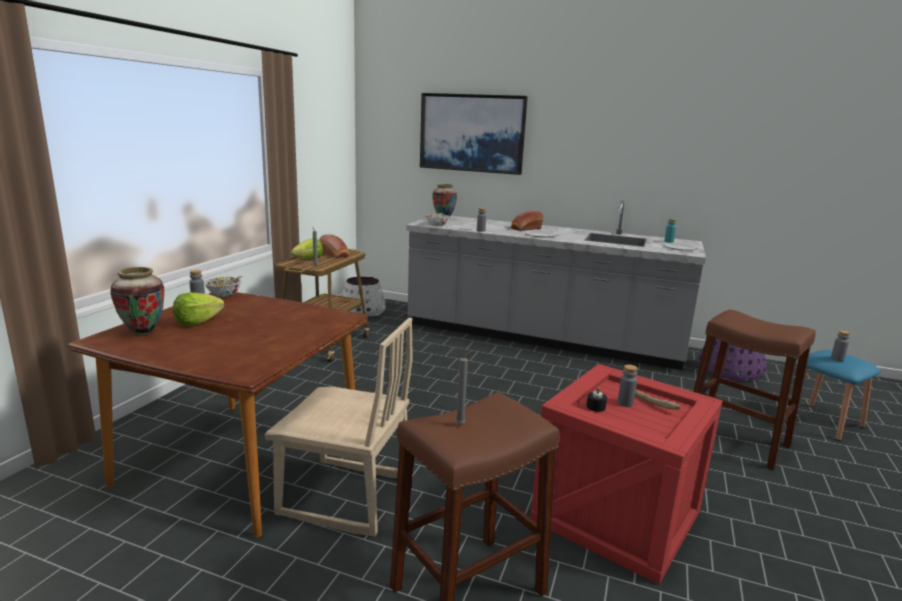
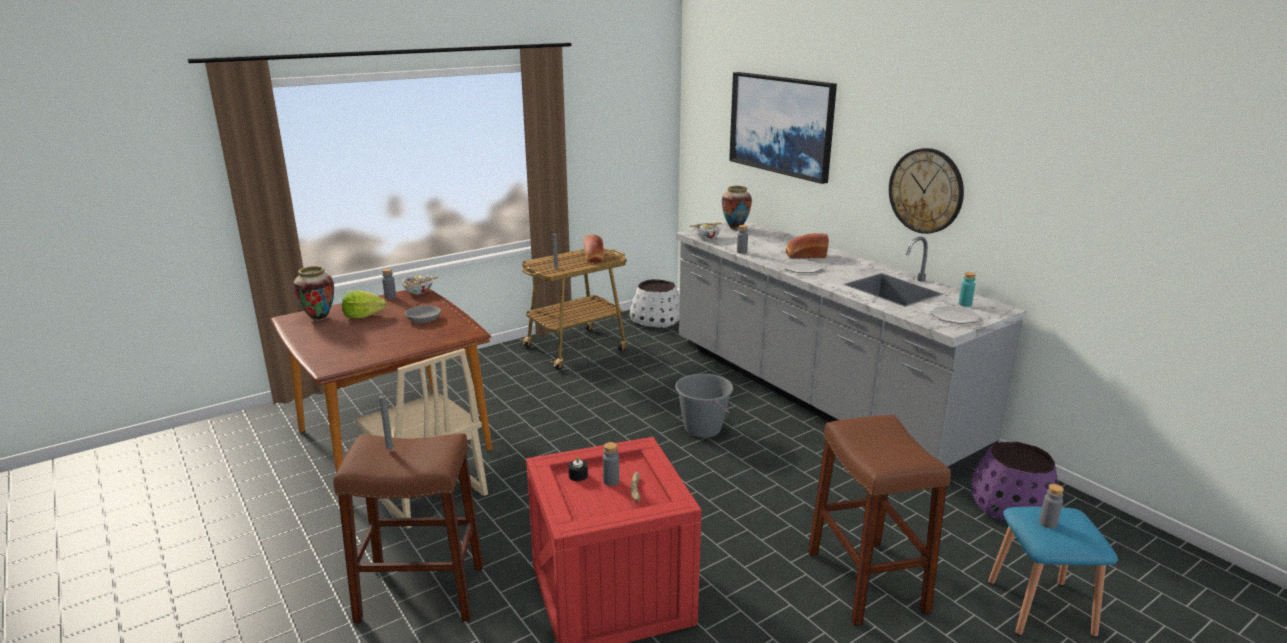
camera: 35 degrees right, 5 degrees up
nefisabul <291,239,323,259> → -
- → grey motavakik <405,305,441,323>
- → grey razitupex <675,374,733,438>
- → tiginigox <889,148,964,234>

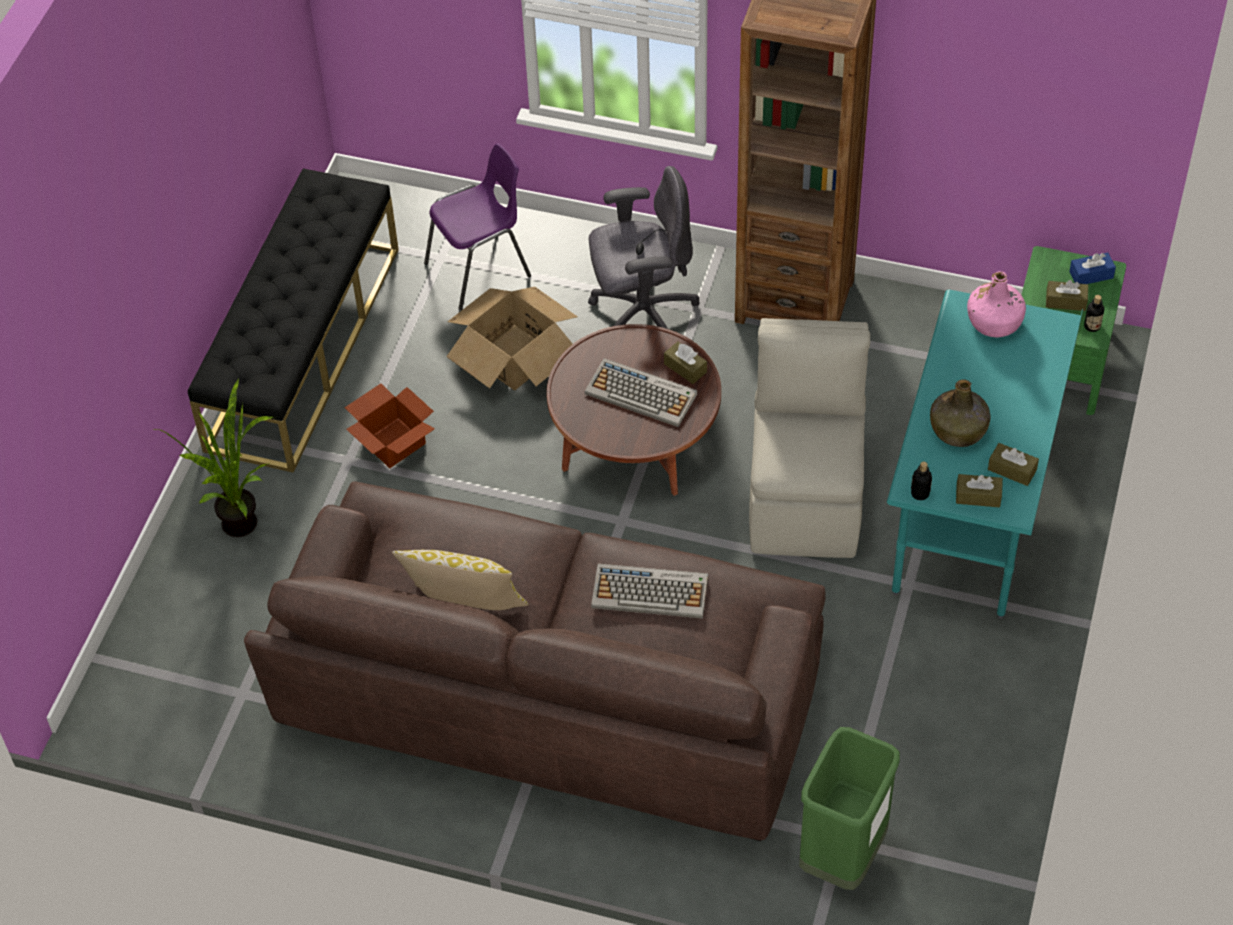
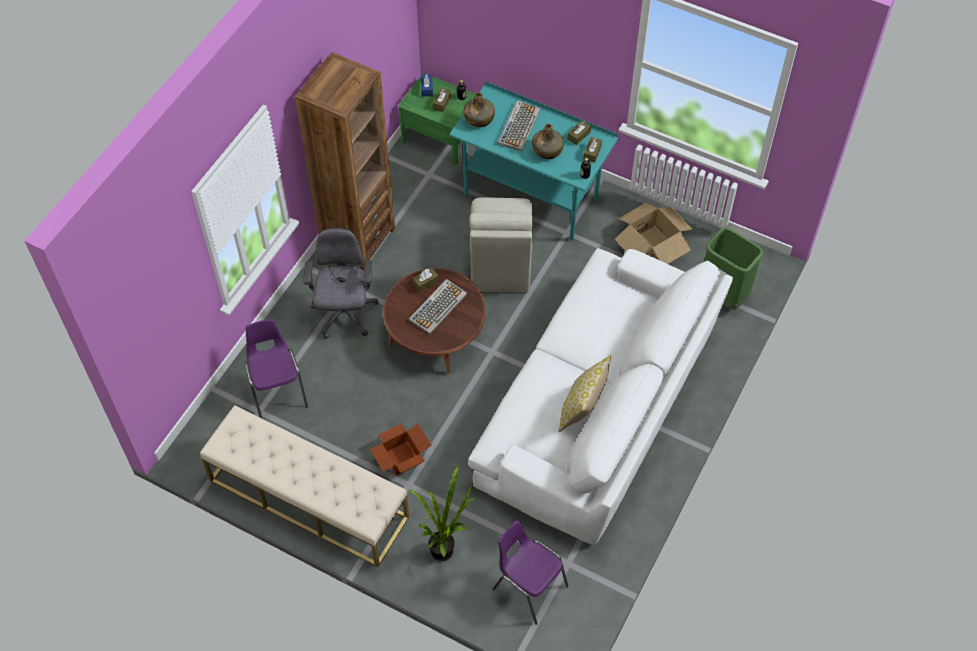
camera: 80 degrees left, 5 degrees up
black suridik <188,168,399,473> → beige suridik <200,405,410,567>
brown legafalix <244,481,826,841> → white legafalix <468,248,733,545>
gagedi <446,287,578,390> → gagedi <615,203,694,264>, shifted
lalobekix <591,564,708,618> → lalobekix <497,100,541,151>, shifted
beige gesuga <749,318,870,558> → beige gesuga <469,197,533,292>, 105 degrees counterclockwise
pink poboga <967,271,1026,337> → green poboga <463,92,495,127>
- → purple gesuga <493,520,569,625>

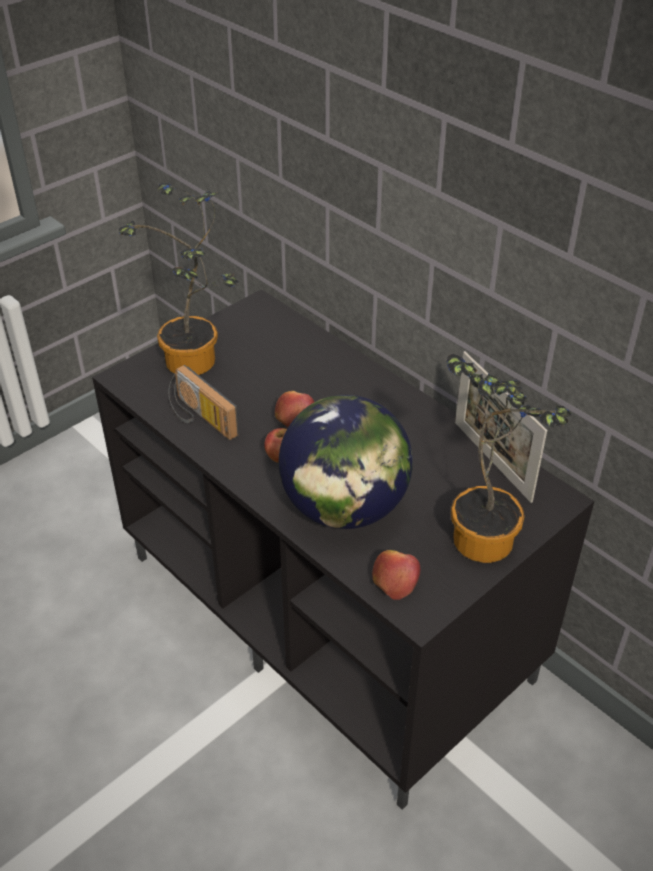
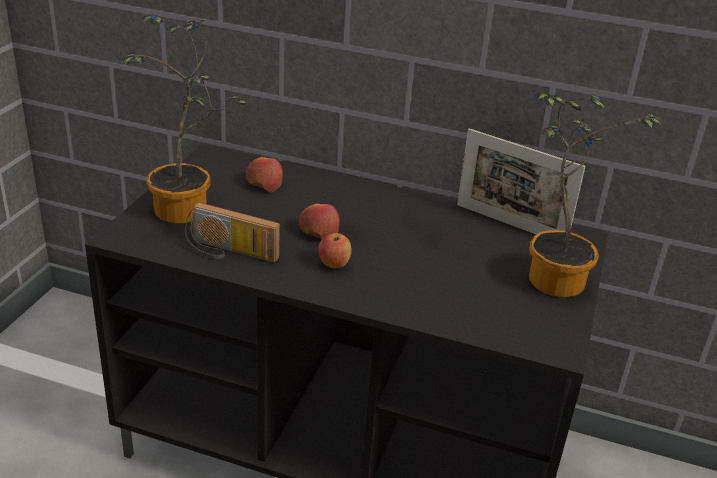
camera: 30 degrees left, 10 degrees down
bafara <279,395,413,529> → -
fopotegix <372,550,421,600> → fopotegix <246,157,283,193>, shifted

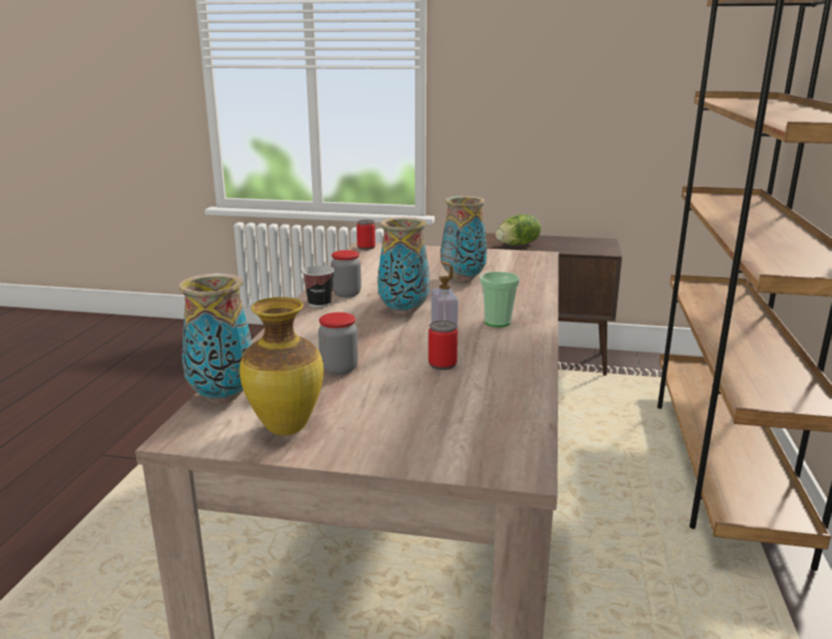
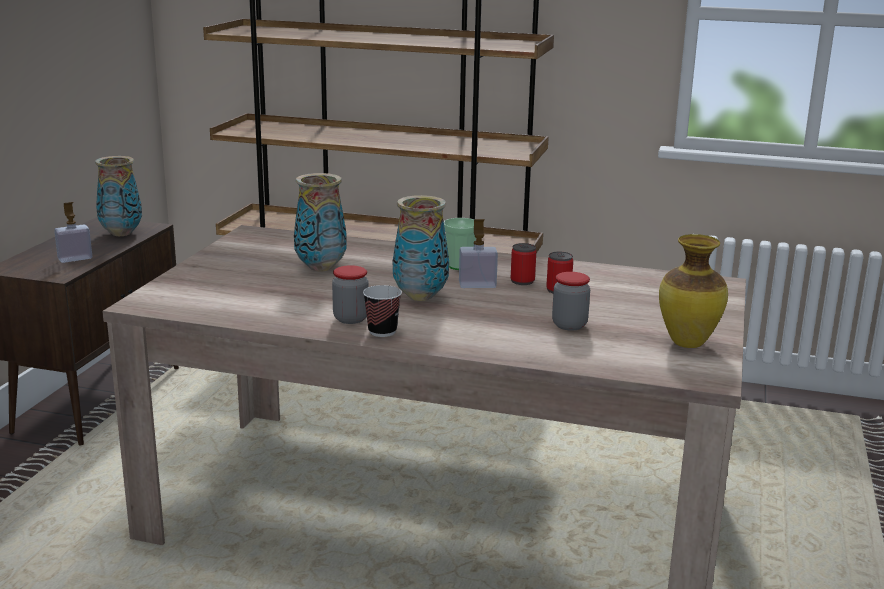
camera: 85 degrees left, 0 degrees up
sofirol <179,273,253,404> → sofirol <95,156,142,236>, shifted
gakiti <357,220,375,250> → gakiti <511,243,536,285>, shifted
nefisabul <496,214,541,245> → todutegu <54,202,92,263>

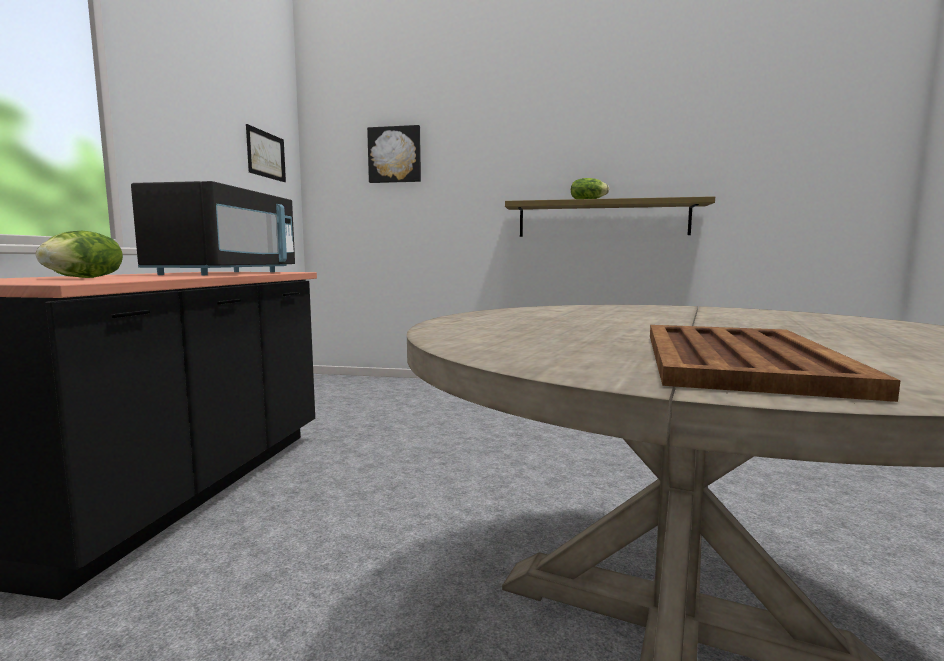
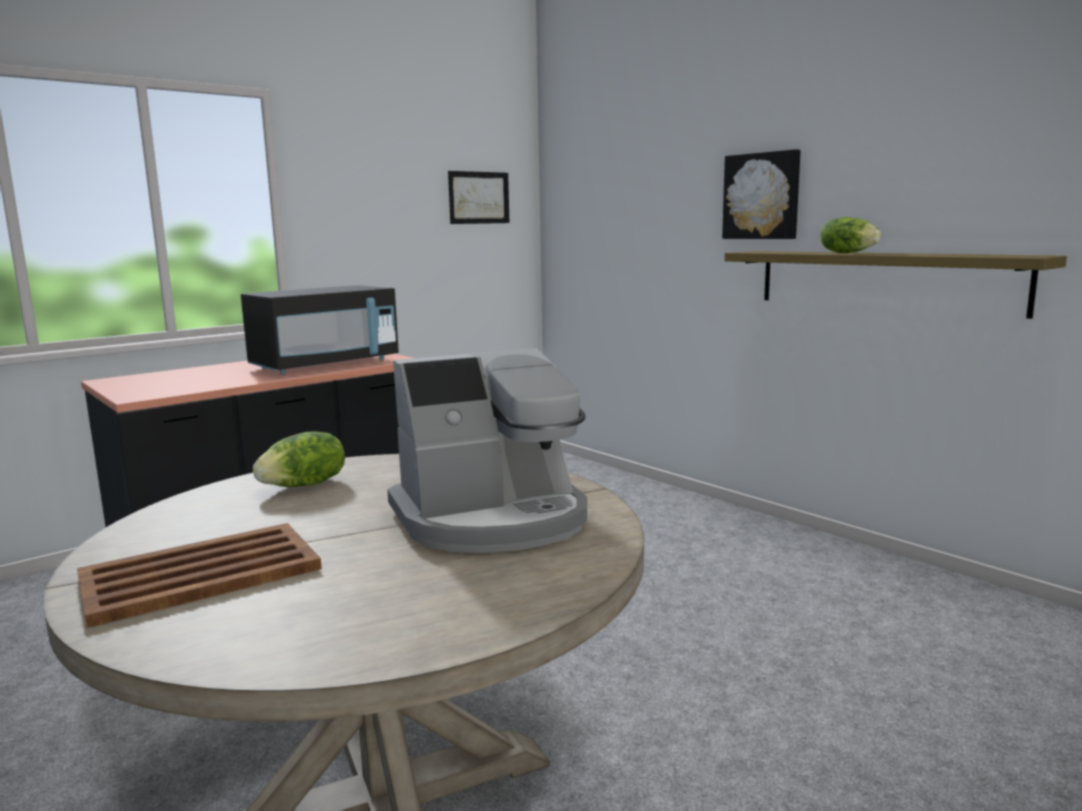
camera: 40 degrees right, 5 degrees up
nefisabul <36,231,123,278> → nefisabul <253,431,345,487>, shifted
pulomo <367,125,421,183> → pulomo <722,149,801,239>, shifted
- → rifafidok <387,348,587,553>

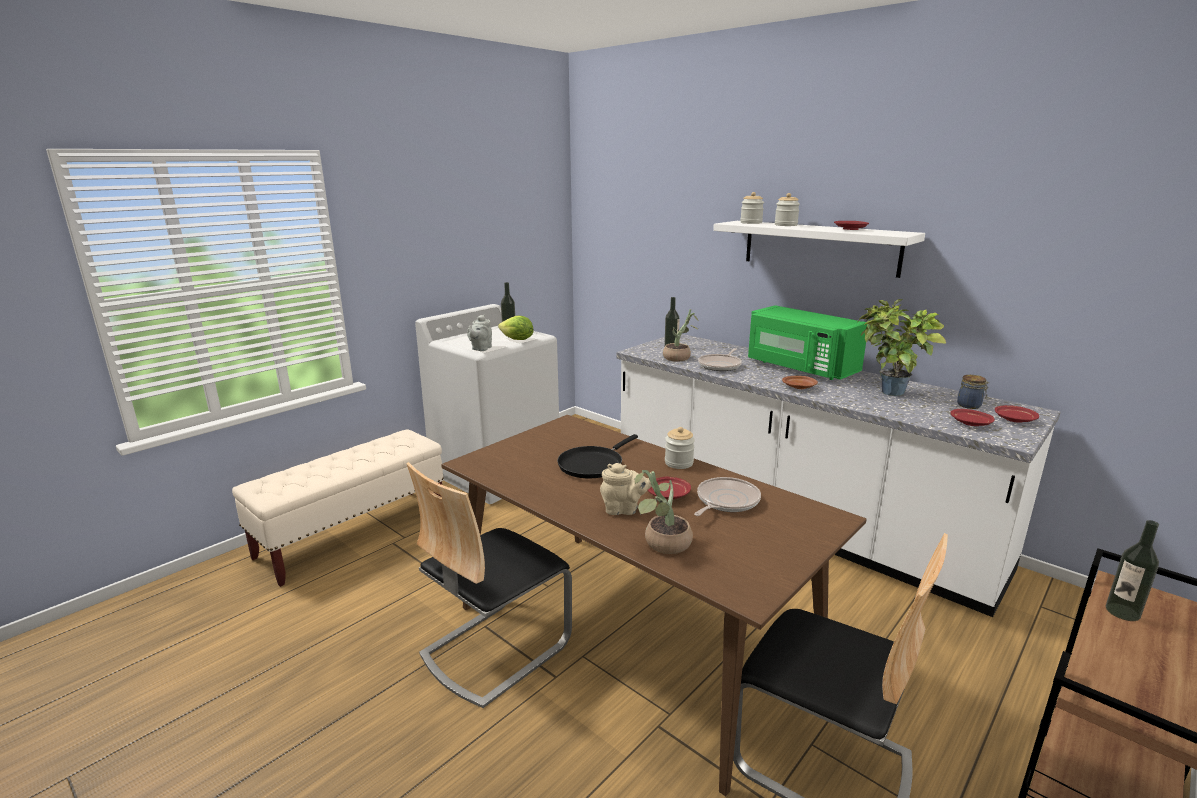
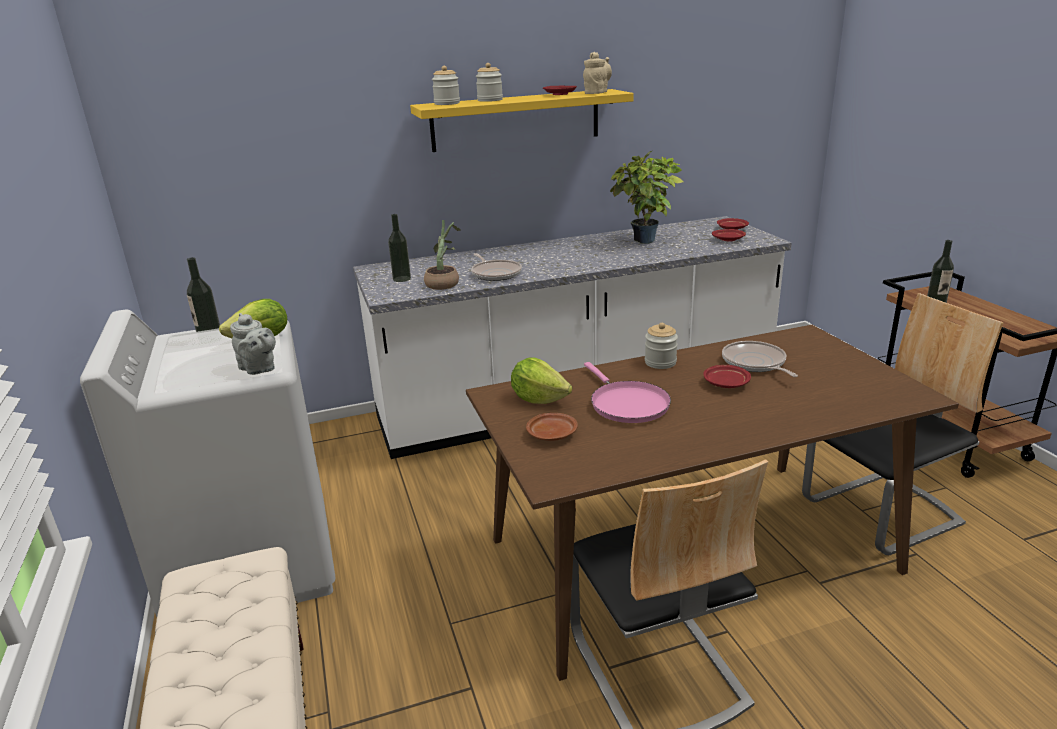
camera: 60 degrees left, 5 degrees up
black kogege <557,434,638,478> → pink kogege <584,362,671,423>
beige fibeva <600,463,652,515> → beige fibeva <583,52,612,94>, shifted
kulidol <634,470,693,554> → -
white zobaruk <713,221,925,278> → yellow zobaruk <410,89,634,152>
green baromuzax <748,305,867,380> → -
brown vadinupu <782,376,818,389> → brown vadinupu <526,413,578,441>, shifted
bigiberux <957,375,989,409> → -
- → nefisabul <511,357,572,404>

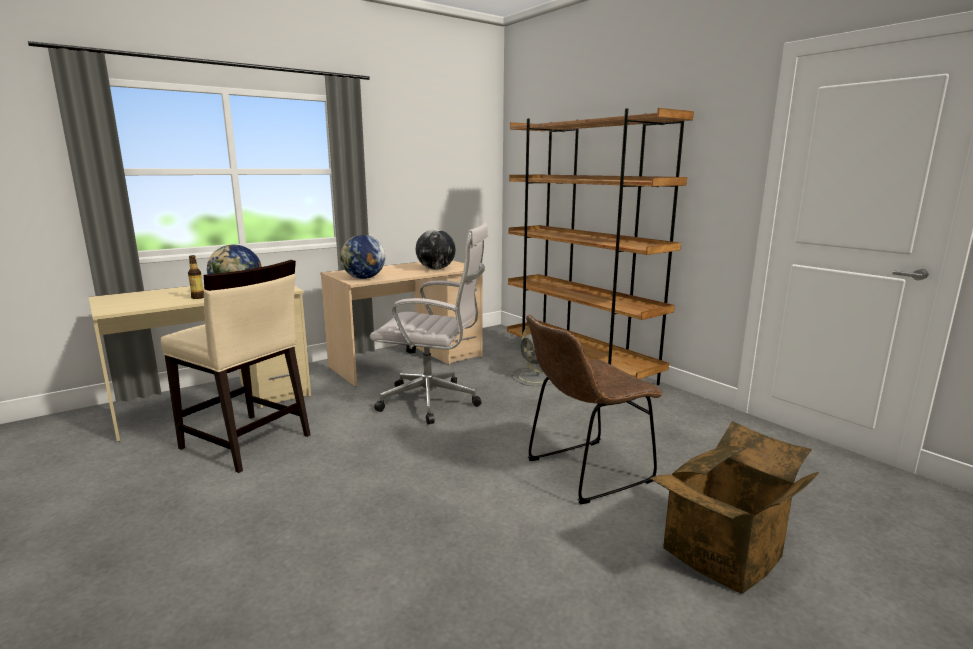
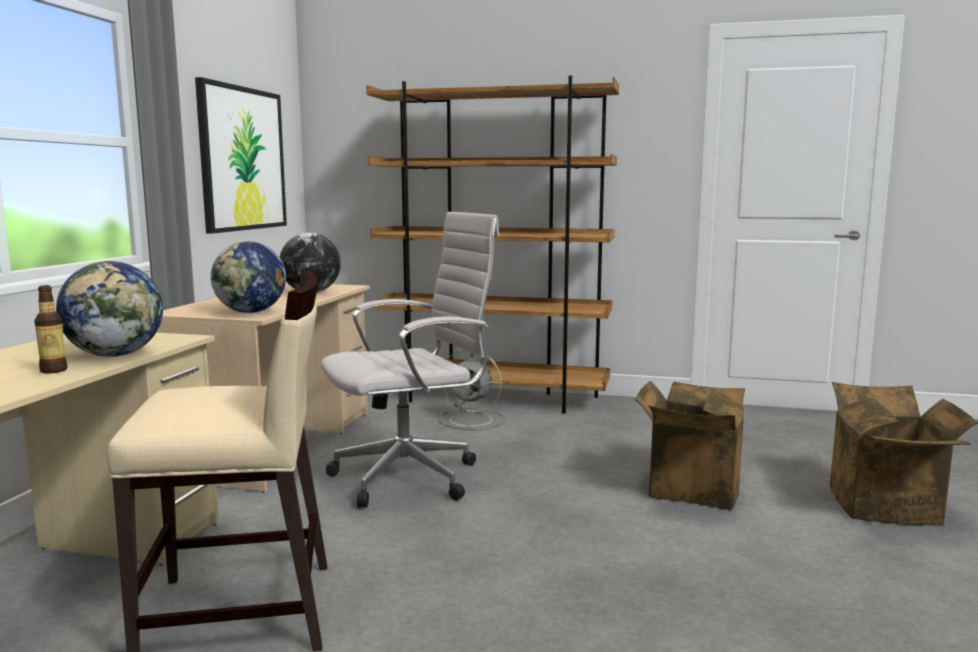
camera: 40 degrees left, 5 degrees down
brown gesuga <526,315,662,504> → gagedi <635,381,745,510>
- → pulomo <195,77,287,234>

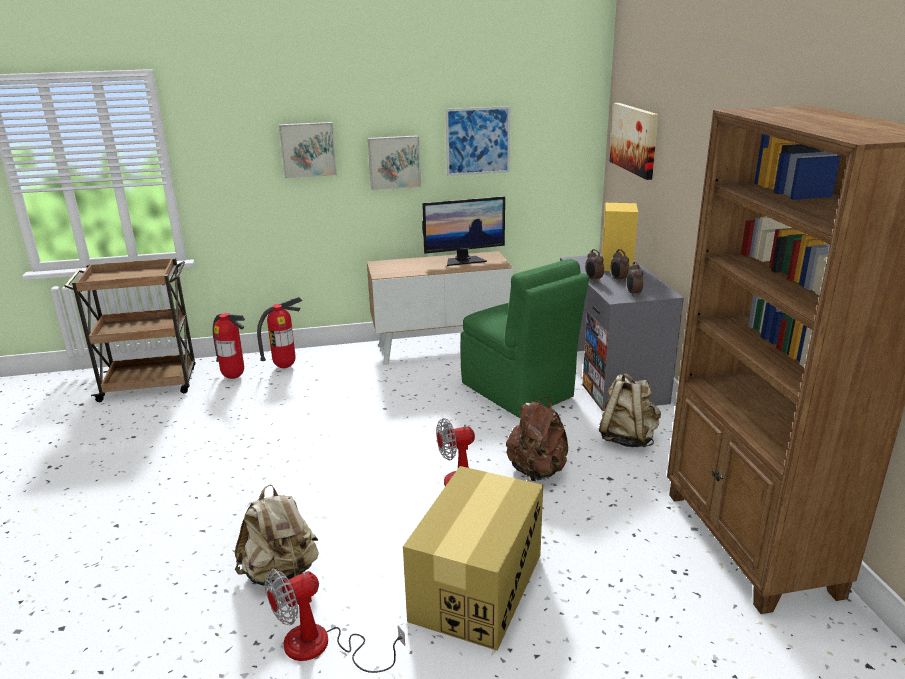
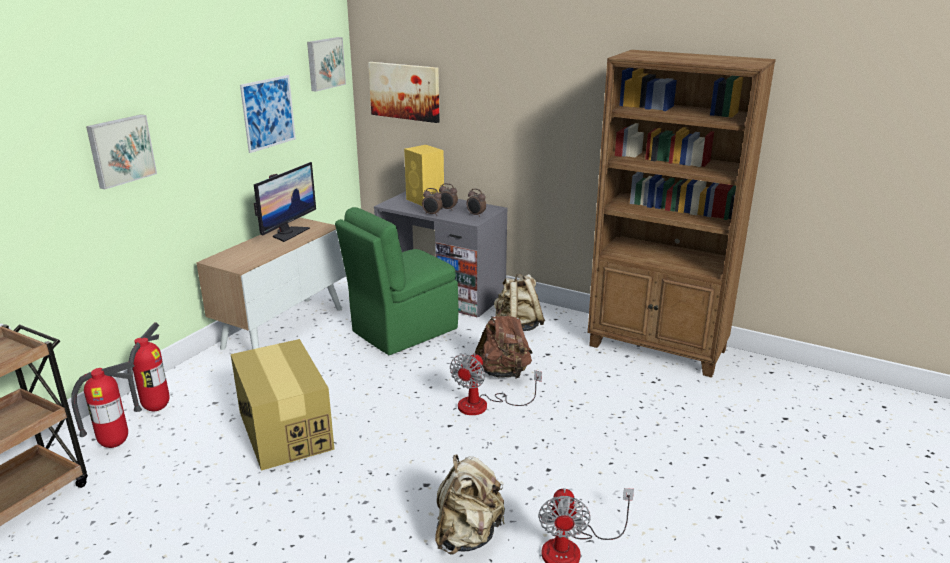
camera: 50 degrees left, 0 degrees up
pulomo <368,135,421,190> → pulomo <307,37,346,92>, shifted
gagedi <403,466,543,651> → gagedi <231,339,335,471>, shifted
green gesuga <461,259,589,418> → green gesuga <335,207,458,355>, 135 degrees clockwise

